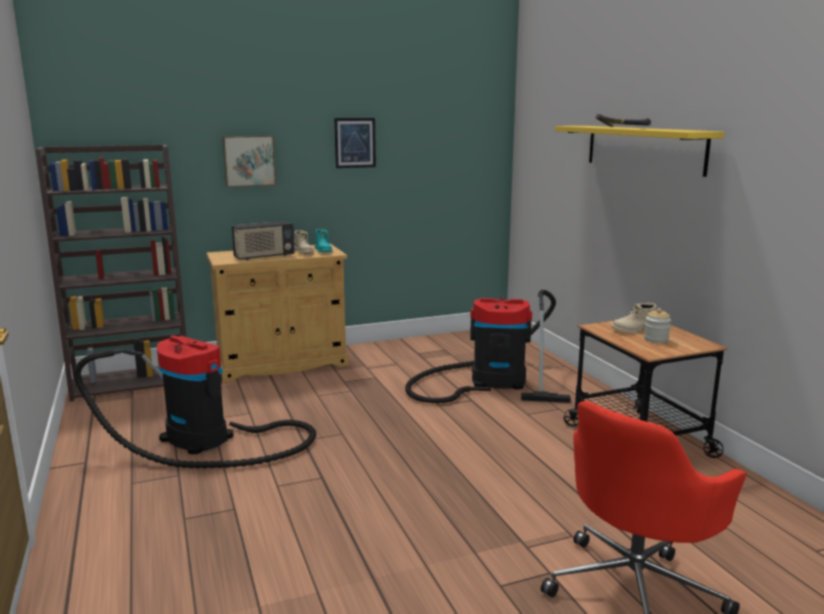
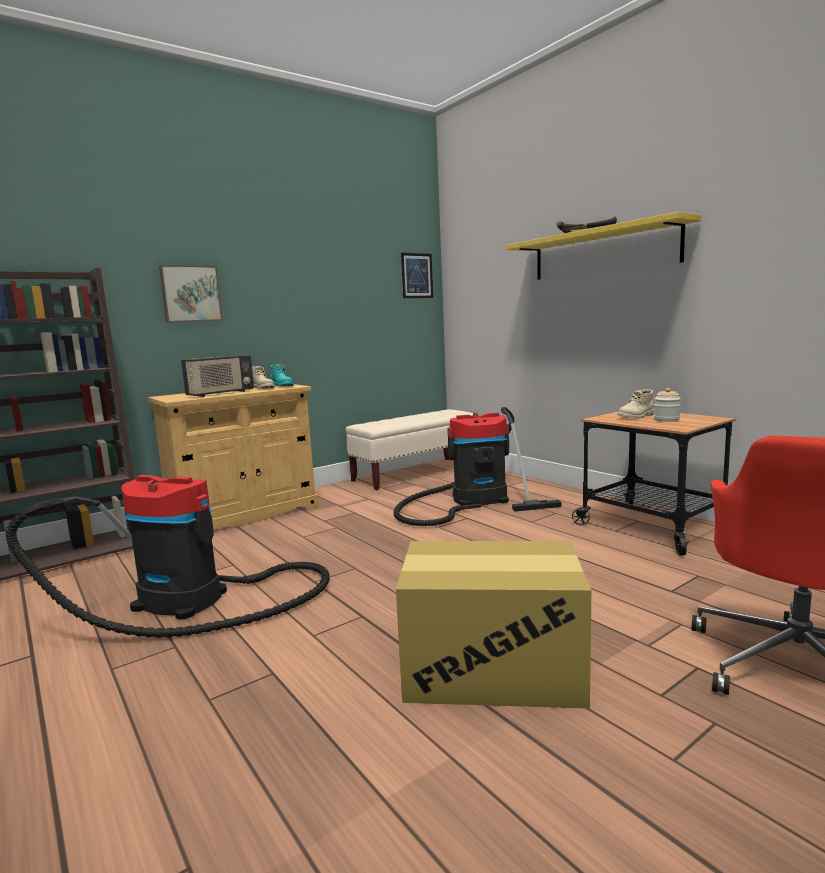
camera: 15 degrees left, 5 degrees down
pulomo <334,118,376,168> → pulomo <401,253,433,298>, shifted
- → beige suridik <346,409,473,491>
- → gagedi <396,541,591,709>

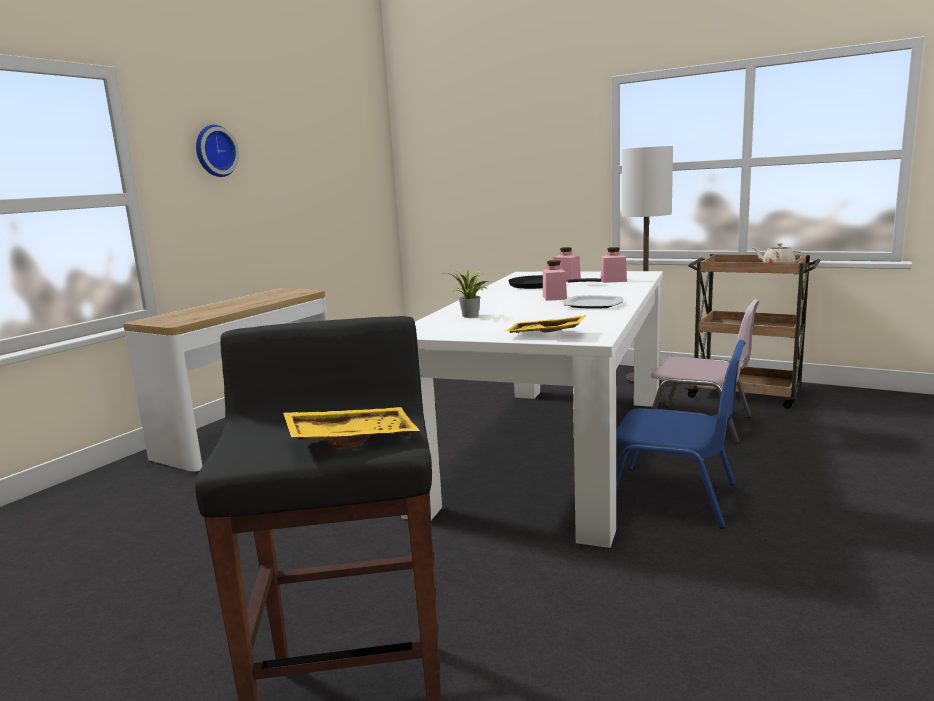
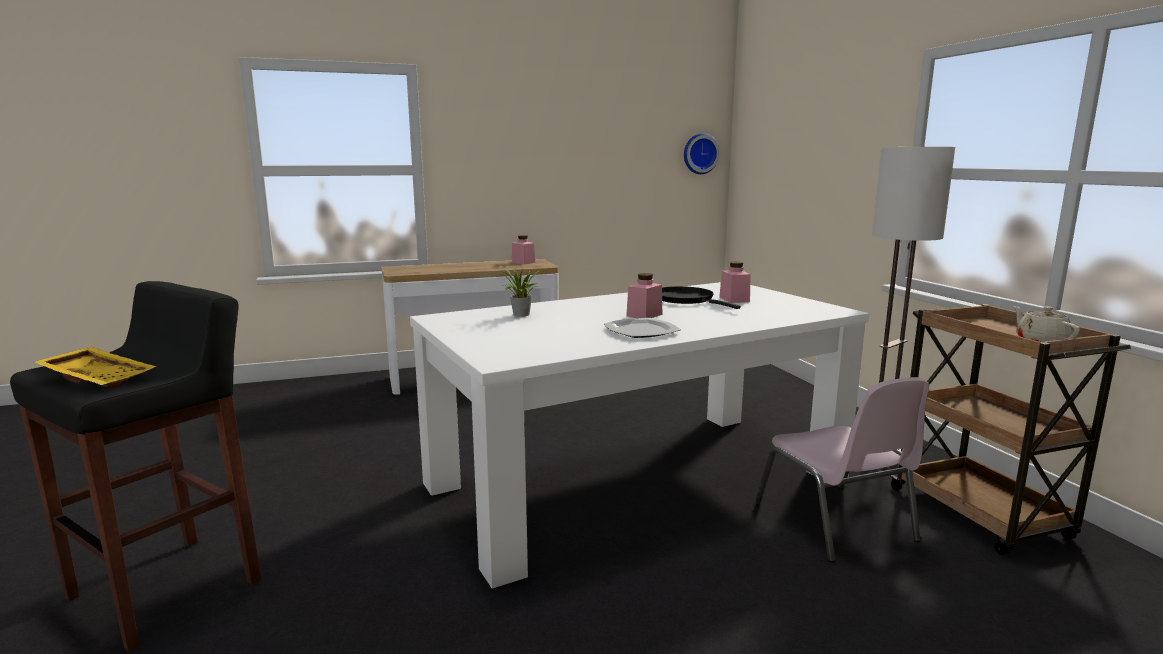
camera: 40 degrees right, 0 degrees up
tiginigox <196,125,239,177> → tiginigox <684,133,720,174>, shifted
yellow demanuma <506,315,586,334> → -
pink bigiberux <601,247,627,283> → pink bigiberux <512,235,535,264>, shifted
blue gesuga <616,340,746,529> → -

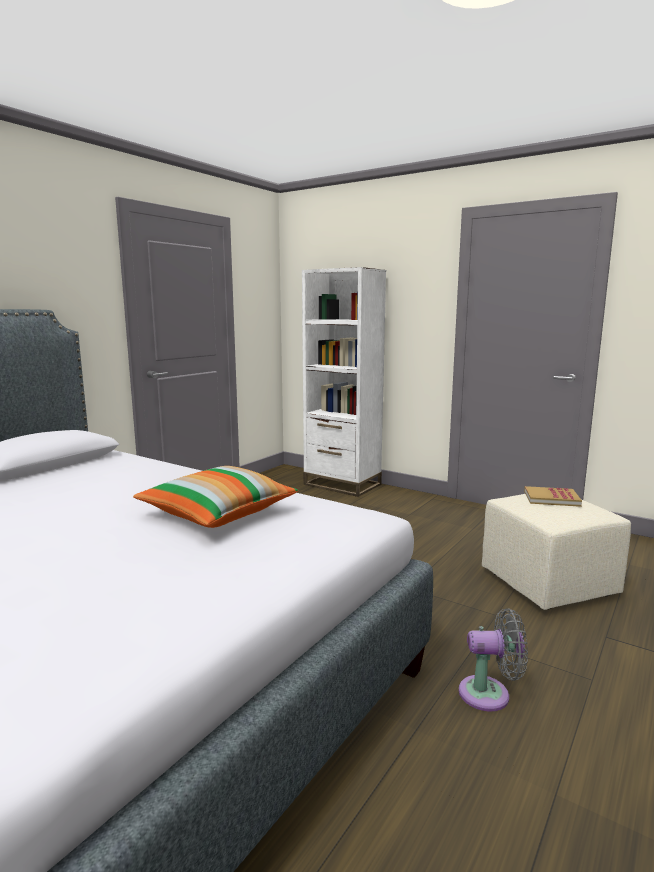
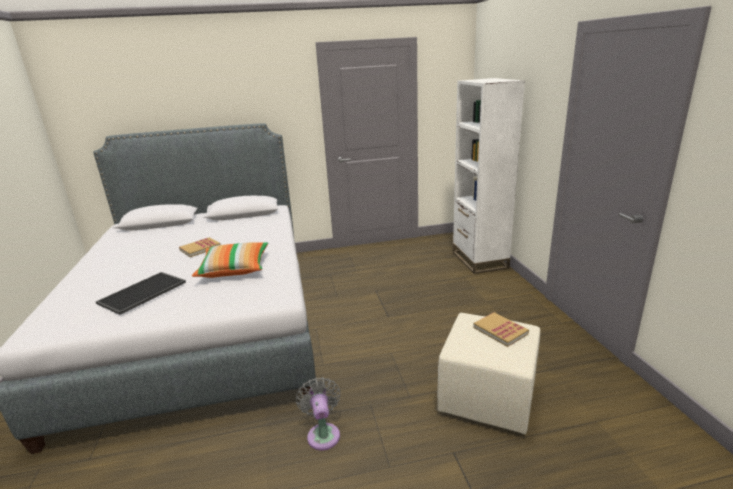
camera: 45 degrees right, 10 degrees up
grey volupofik <459,608,528,712> → grey volupofik <296,377,340,450>, 150 degrees counterclockwise
- → demanuma <96,272,186,315>
- → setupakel <179,237,221,257>

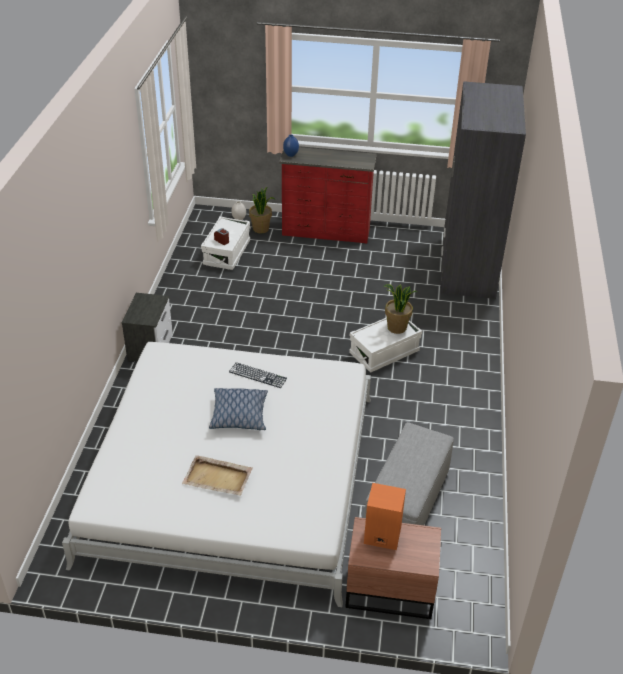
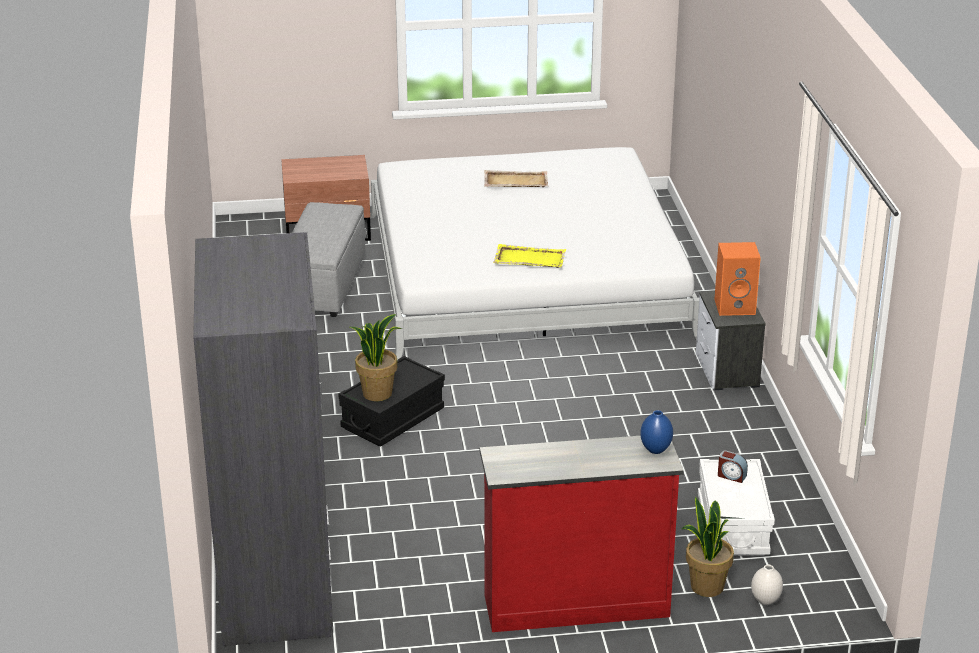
camera: 165 degrees right, 10 degrees down
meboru <209,388,268,430> → -
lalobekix <229,362,287,388> → yellow demanuma <493,244,566,268>
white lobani <349,317,422,373> → black lobani <338,356,445,447>
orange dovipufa <364,483,406,550> → orange dovipufa <714,242,761,316>, shifted

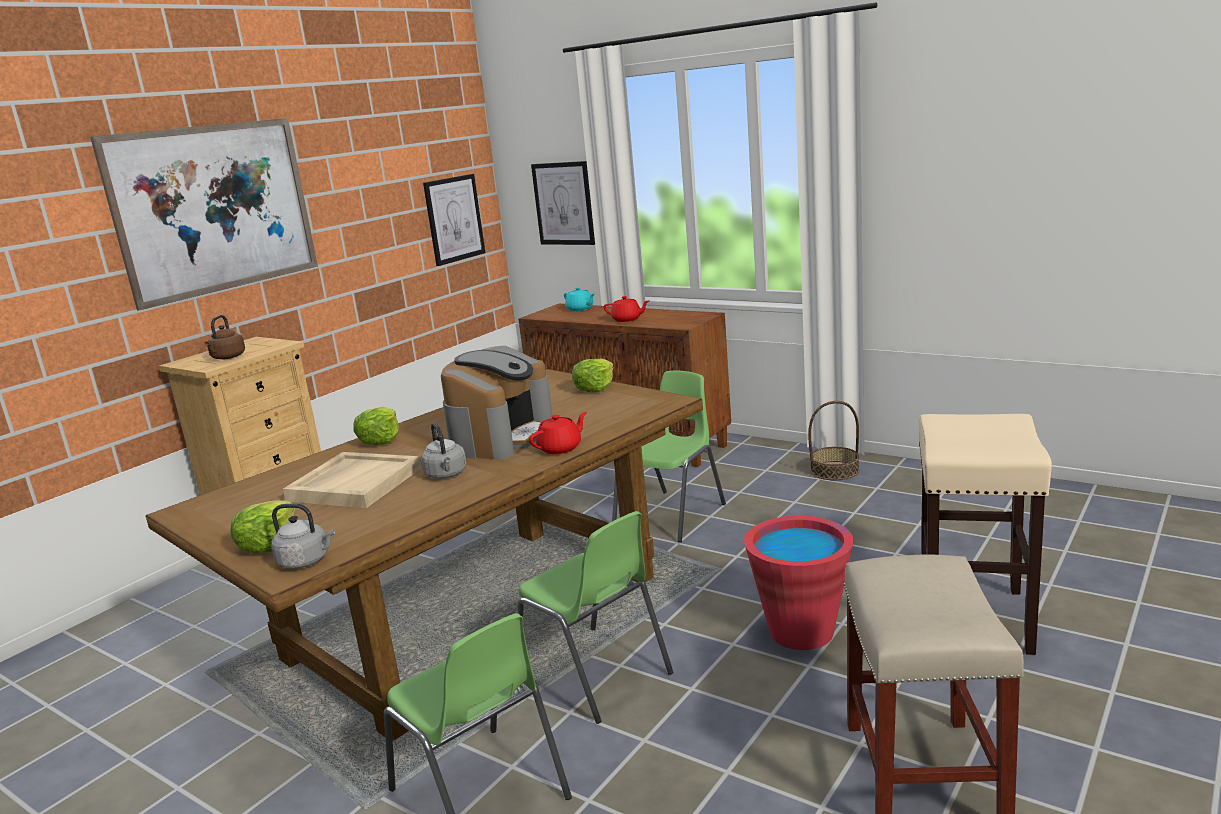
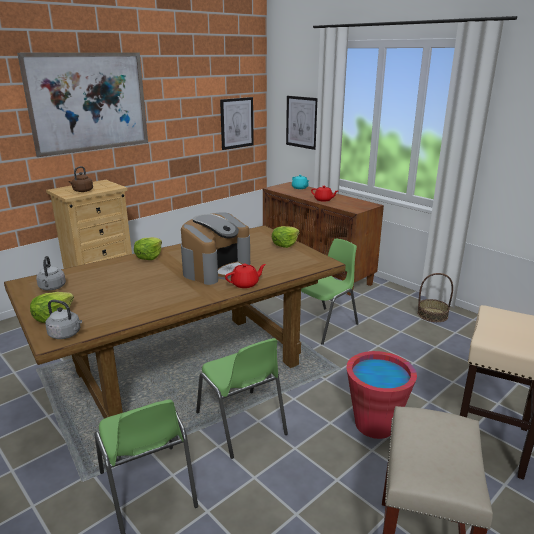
camera: 10 degrees right, 5 degrees up
beige demanuma <283,452,421,508> → -
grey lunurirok <421,423,467,479> → grey lunurirok <36,256,66,291>, shifted

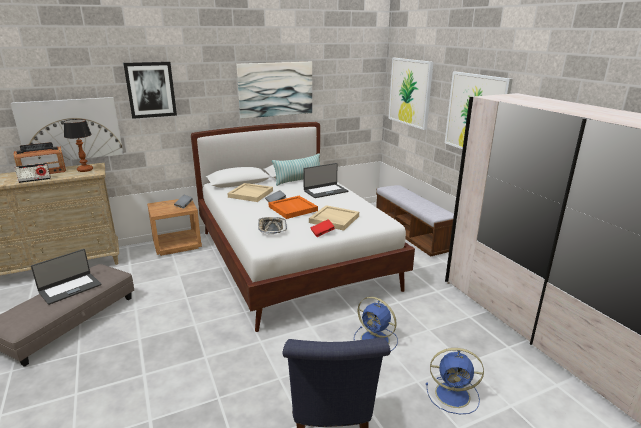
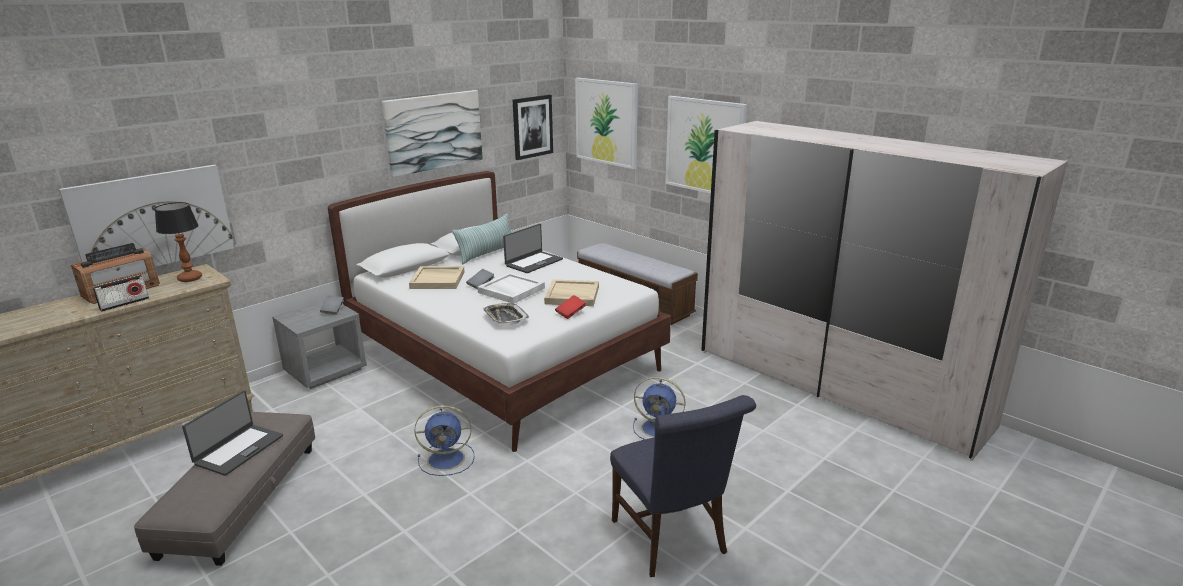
camera: 20 degrees left, 0 degrees up
pulomo <123,62,177,119> → pulomo <513,95,553,160>, shifted
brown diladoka <147,199,202,256> → grey diladoka <272,301,367,389>
orange demanuma <268,196,318,219> → white demanuma <477,272,545,304>
blue volupofik <426,348,484,414> → blue volupofik <414,405,474,476>, shifted

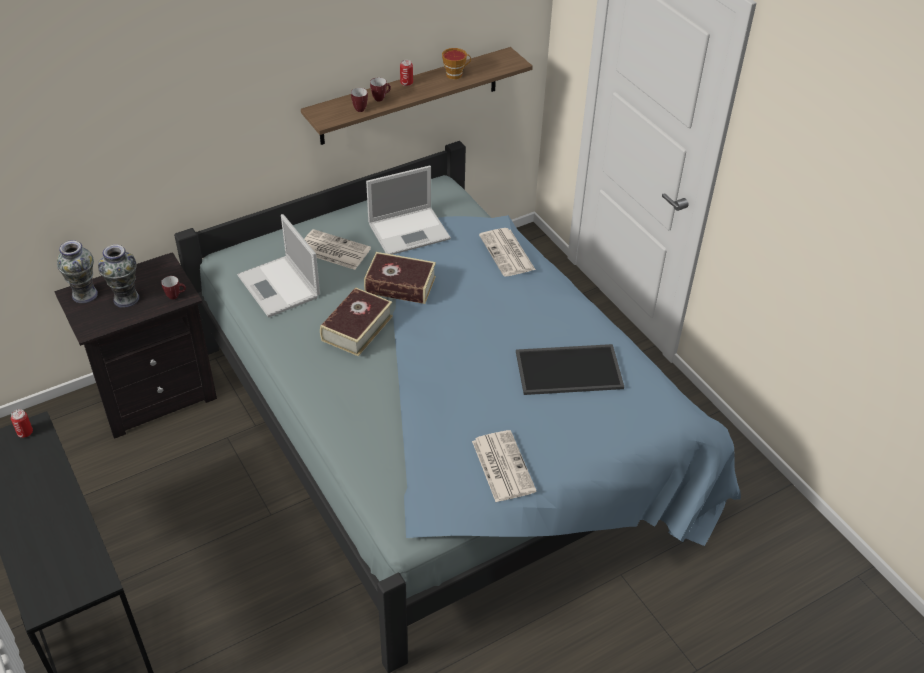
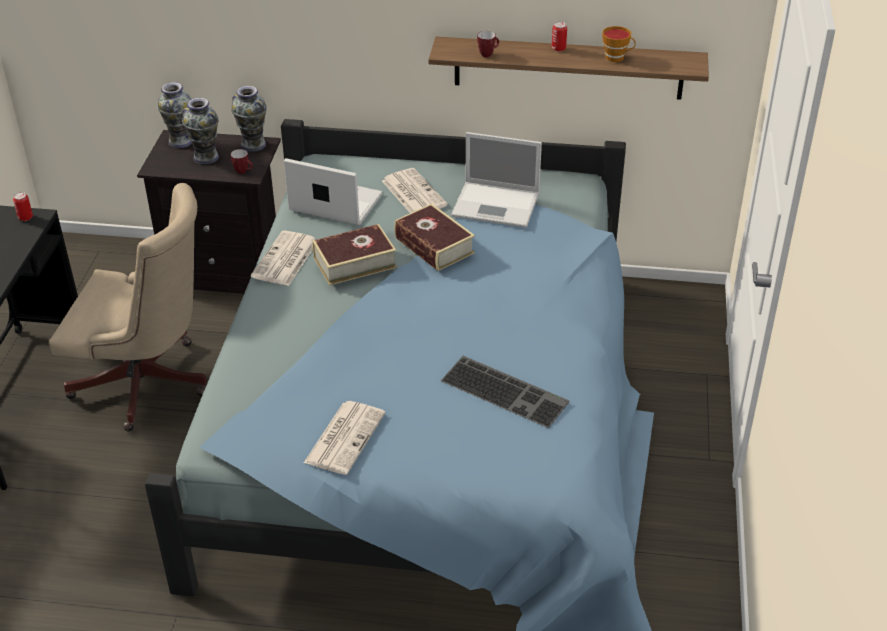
camera: 40 degrees right, 5 degrees down
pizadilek <237,214,320,317> → pizadilek <284,158,383,225>, 105 degrees clockwise
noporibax <370,78,391,102> → -
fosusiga <479,228,536,277> → fosusiga <251,231,315,286>, shifted
demanuma <516,344,624,395> → lalobekix <441,356,569,428>
- → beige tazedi <49,183,207,432>
- → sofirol <231,86,267,152>

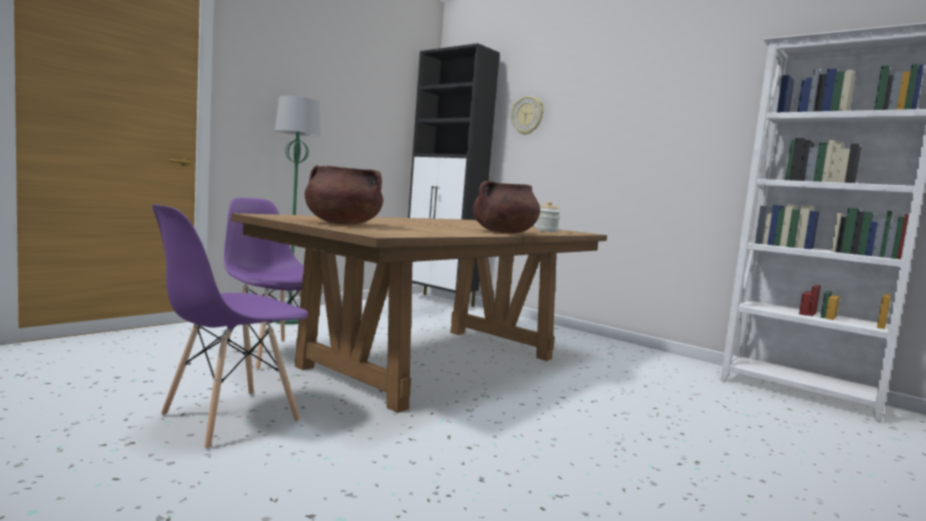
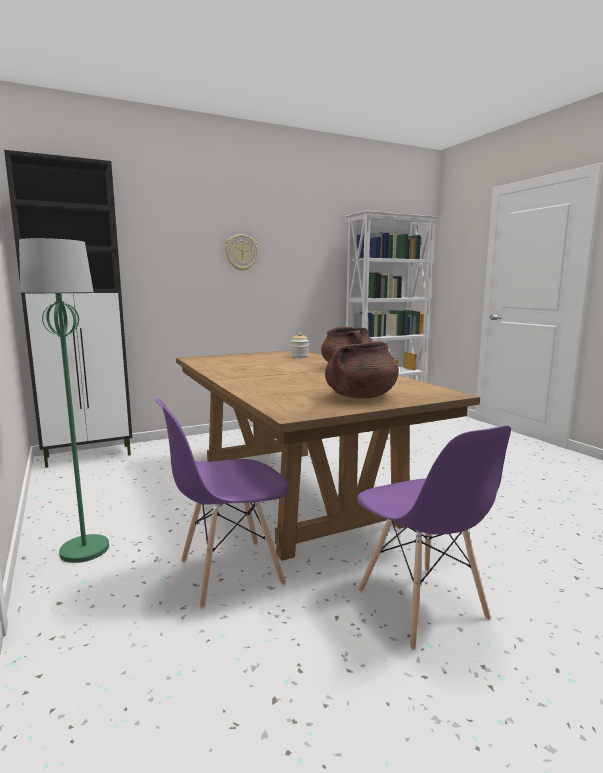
camera: 65 degrees left, 5 degrees up
tiginigox <511,96,544,135> → tiginigox <225,234,259,271>, shifted

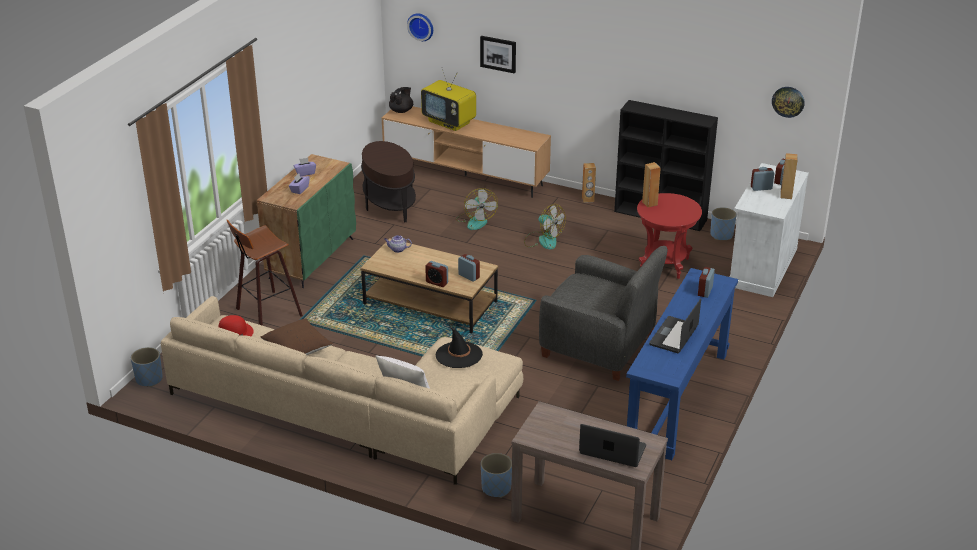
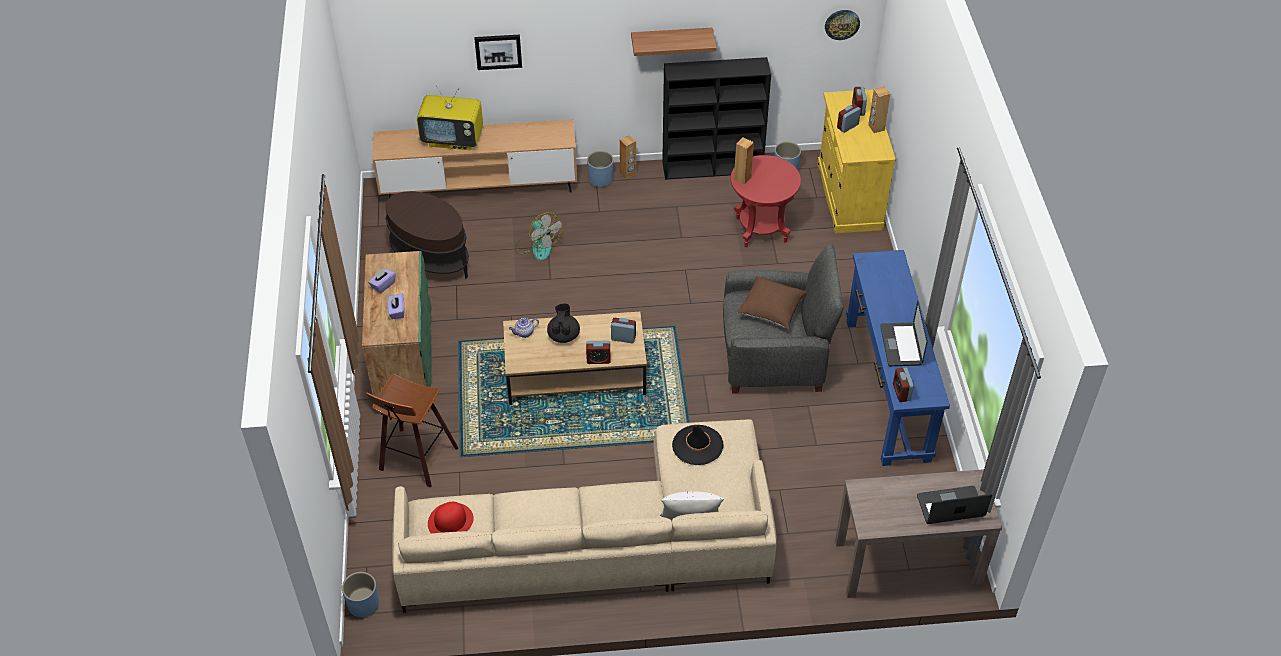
camera: 30 degrees left, 15 degrees up
brown meboru <261,319,333,355> → brown meboru <737,276,807,329>, shifted
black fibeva <389,87,413,113> → black fibeva <547,303,580,343>, shifted
tiginigox <407,13,433,41> → -
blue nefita <481,453,512,498> → blue nefita <587,151,614,187>, shifted
volupofik <524,204,566,250> → -
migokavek <698,267,715,298> → migokavek <893,368,914,402>, shifted
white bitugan <729,163,809,297> → yellow bitugan <817,89,896,233>
- → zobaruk <631,28,717,56>

